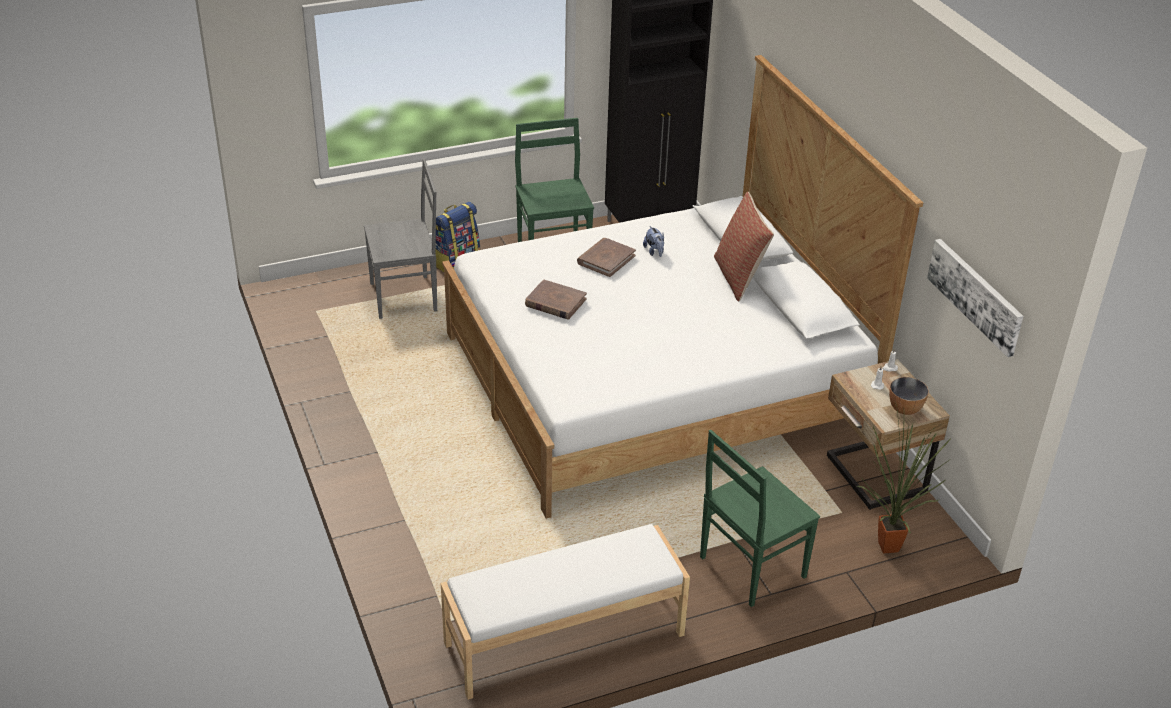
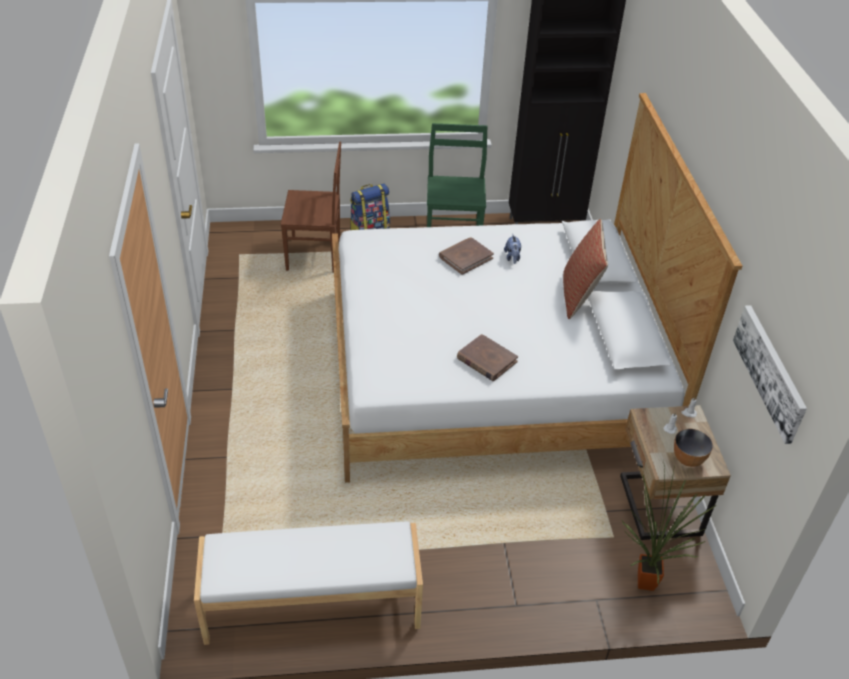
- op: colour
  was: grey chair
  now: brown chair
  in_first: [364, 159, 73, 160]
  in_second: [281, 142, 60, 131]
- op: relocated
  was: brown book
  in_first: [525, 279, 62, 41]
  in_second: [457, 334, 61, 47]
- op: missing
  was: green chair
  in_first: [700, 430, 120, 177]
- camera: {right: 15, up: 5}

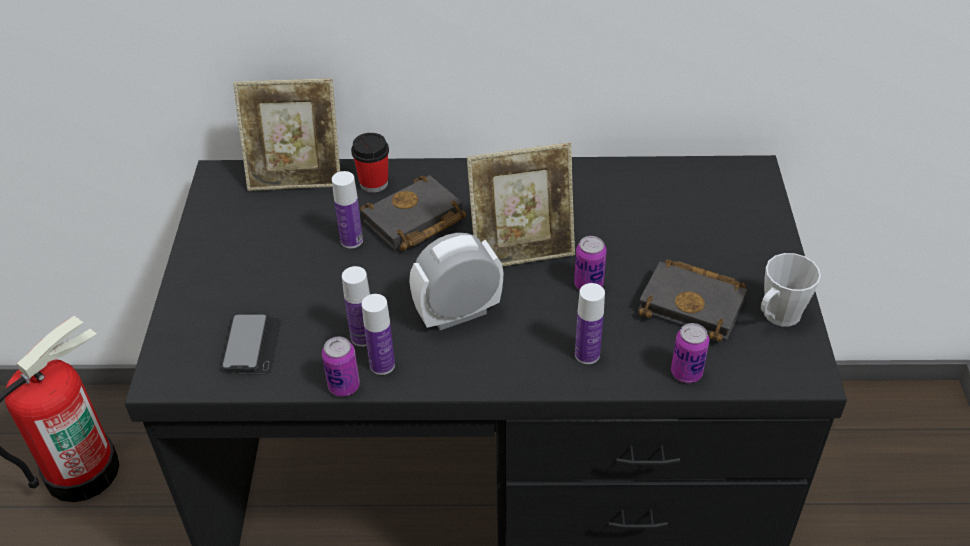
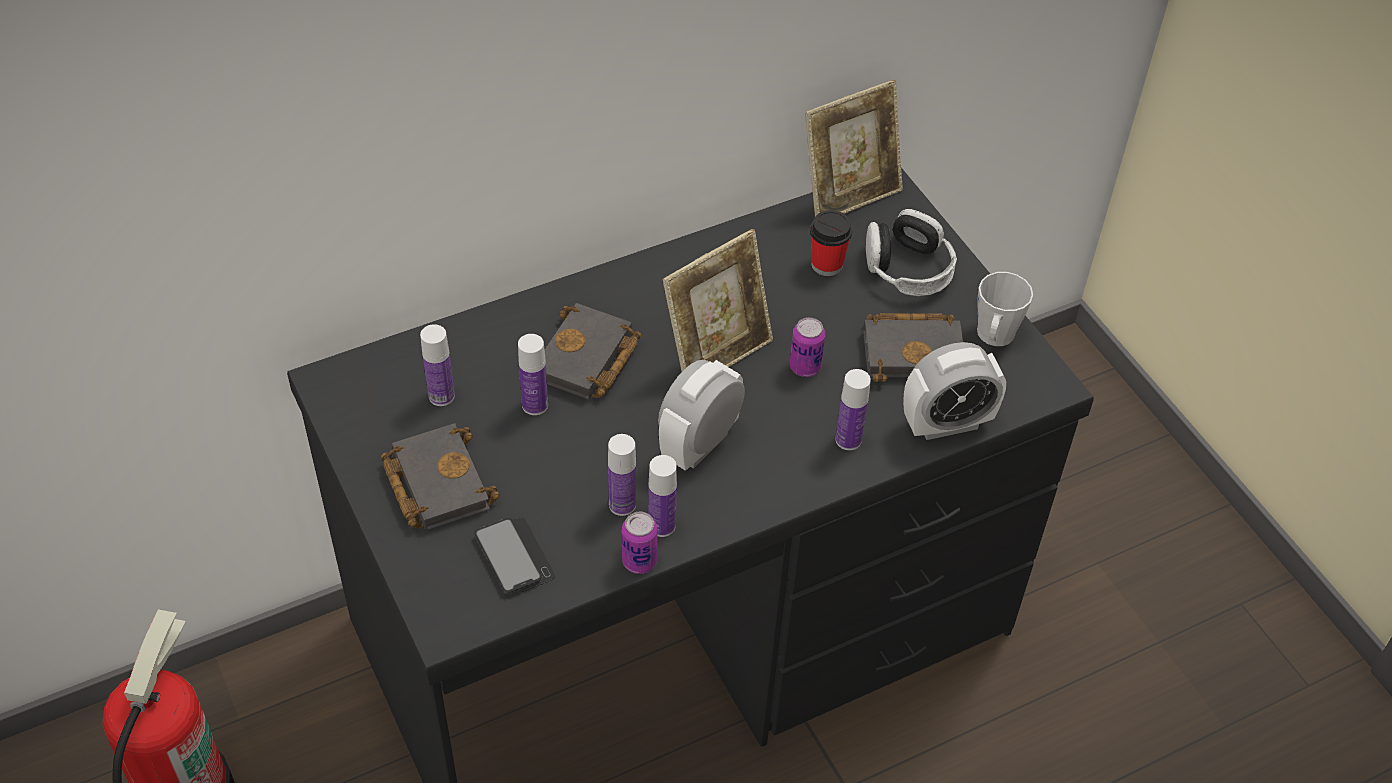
- op: appeared
  now: black book
  in_second: [381, 423, 119, 107]
- op: appeared
  now: bottle
  in_second: [420, 324, 35, 82]
- op: relocated
  was: picture frame
  in_first: [233, 79, 108, 112]
  in_second: [805, 79, 98, 137]
- op: relocated
  was: cup
  in_first: [351, 133, 38, 60]
  in_second: [810, 210, 42, 66]
- op: appeared
  now: headphones
  in_second: [866, 209, 91, 87]
- op: exchanged
  was: can
  now: alarm clock
  in_first: [671, 323, 38, 60]
  in_second: [903, 342, 103, 98]
- camera: {right: -30, up: 5}

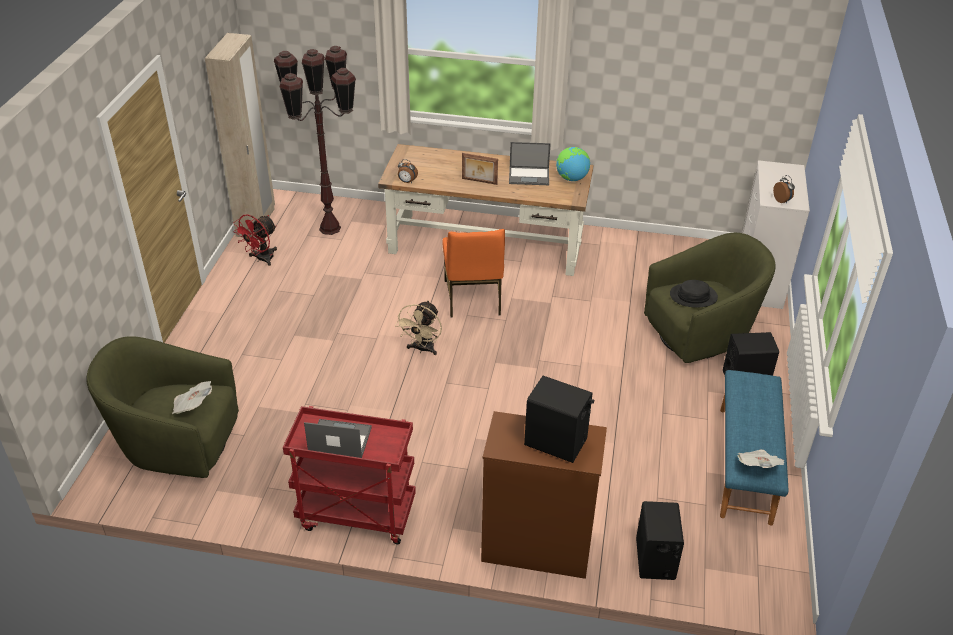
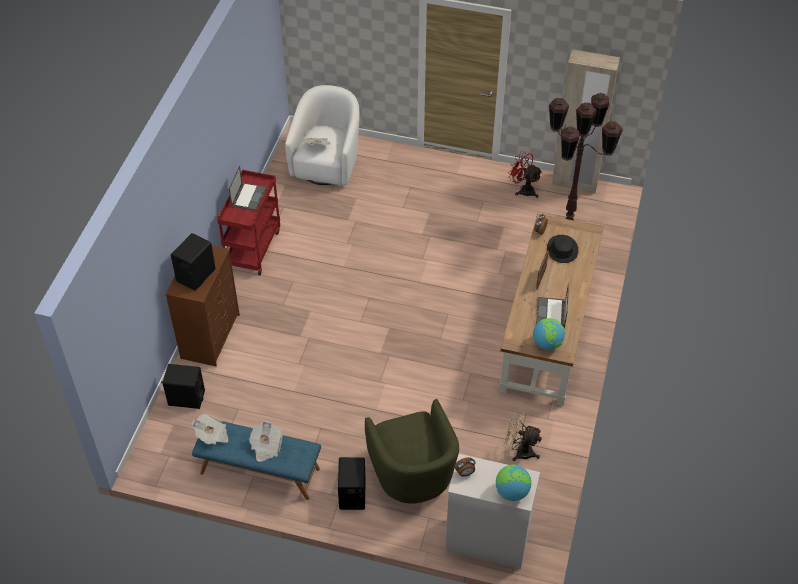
- op: appeared
  now: newspaper
  in_second: [249, 421, 34, 41]
- op: colour
  was: green armchair
  now: white armchair
  in_first: [86, 336, 153, 142]
  in_second: [285, 85, 75, 101]
- op: appeared
  now: globe
  in_second: [496, 465, 35, 36]
- op: relocated
  was: beige fan
  in_first: [395, 300, 47, 55]
  in_second: [503, 410, 39, 51]
- op: relocated
  was: black hat
  in_first: [670, 280, 48, 28]
  in_second: [547, 235, 31, 28]
- op: missing
  was: orange chair
  in_first: [443, 229, 62, 88]
- camera: {right: 95, up: 10}

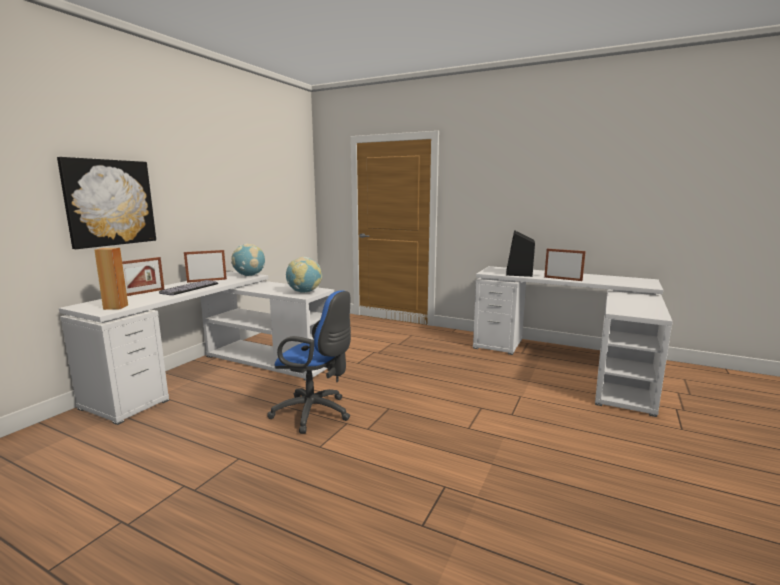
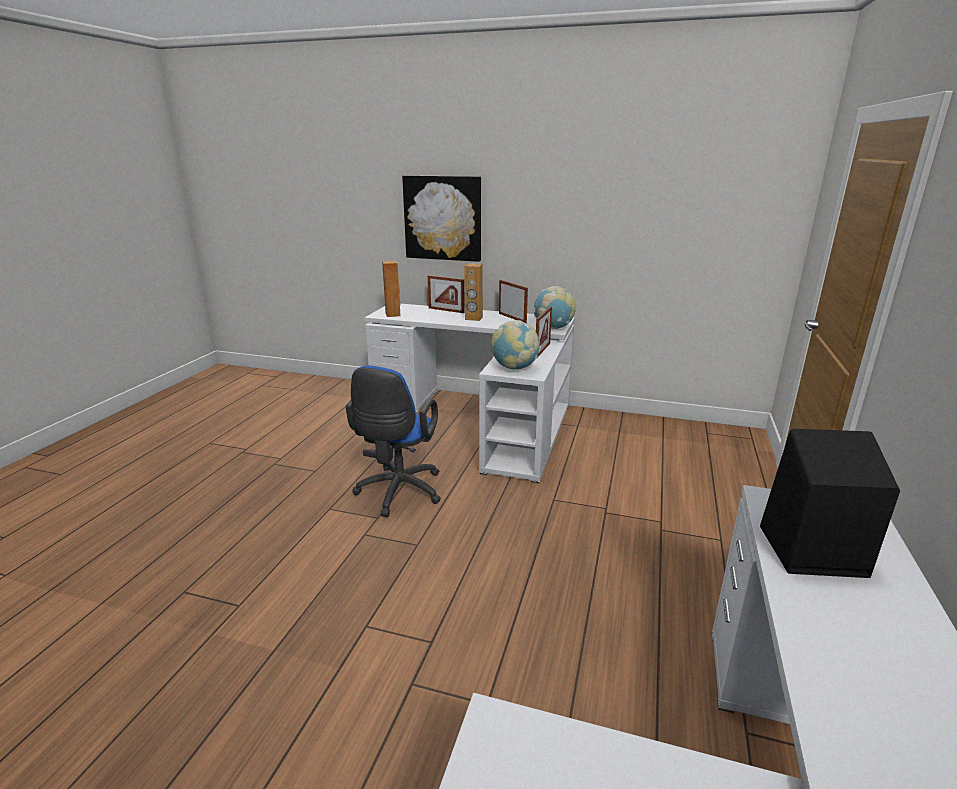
- op: exchanged
  was: keyboard
  now: brown speaker
  in_first: [159, 280, 59, 15]
  in_second: [464, 263, 19, 58]
- op: relocated
  was: picture frame
  in_first: [544, 249, 42, 32]
  in_second: [536, 306, 16, 52]
- camera: {right: 80, up: 10}

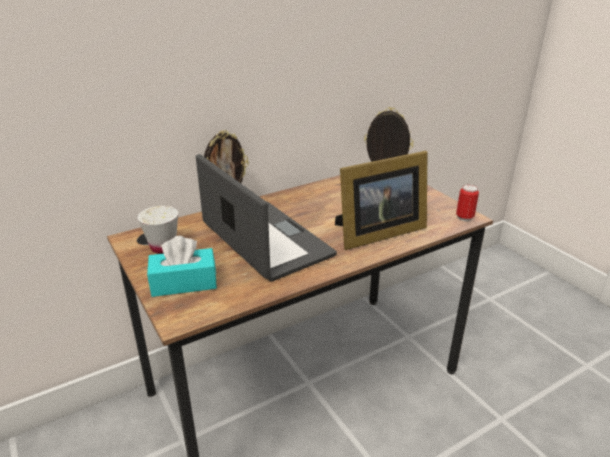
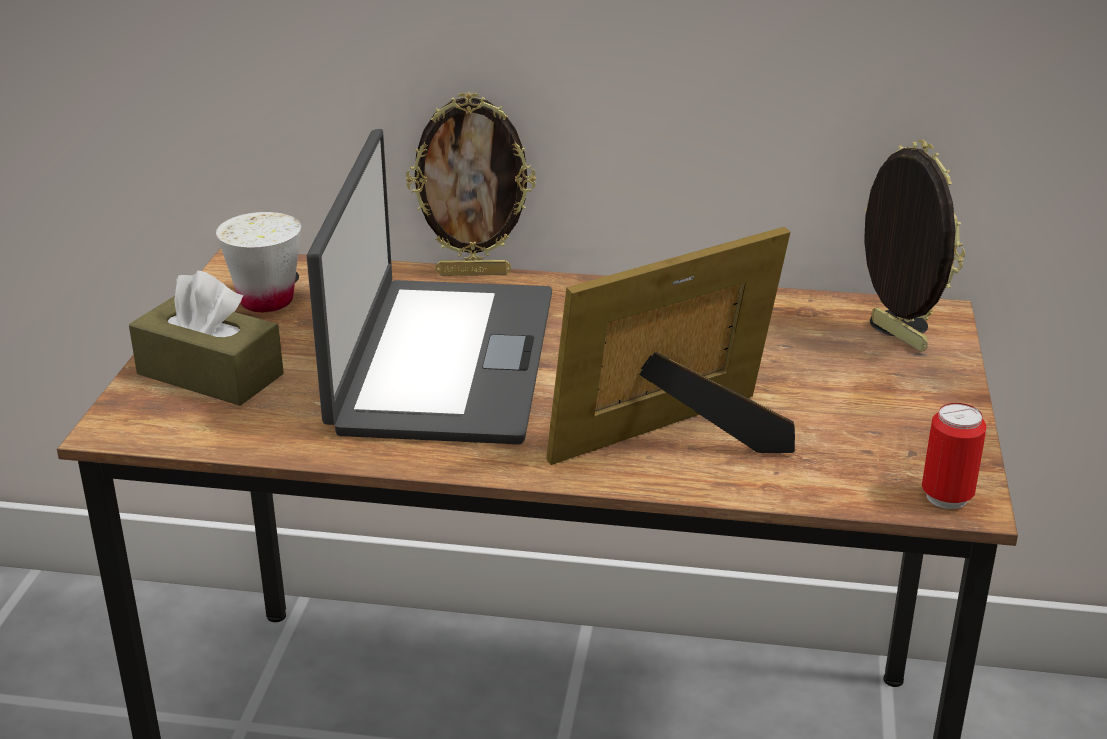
- op: colour
  was: turquoise tissue box
  now: brown tissue box
  in_first: [147, 236, 70, 61]
  in_second: [129, 271, 155, 135]
- op: spun
  was: picture frame
  in_first: [335, 151, 92, 99]
  in_second: [546, 227, 249, 238]
  clockwise: 135
- camera: {right: 40, up: 0}

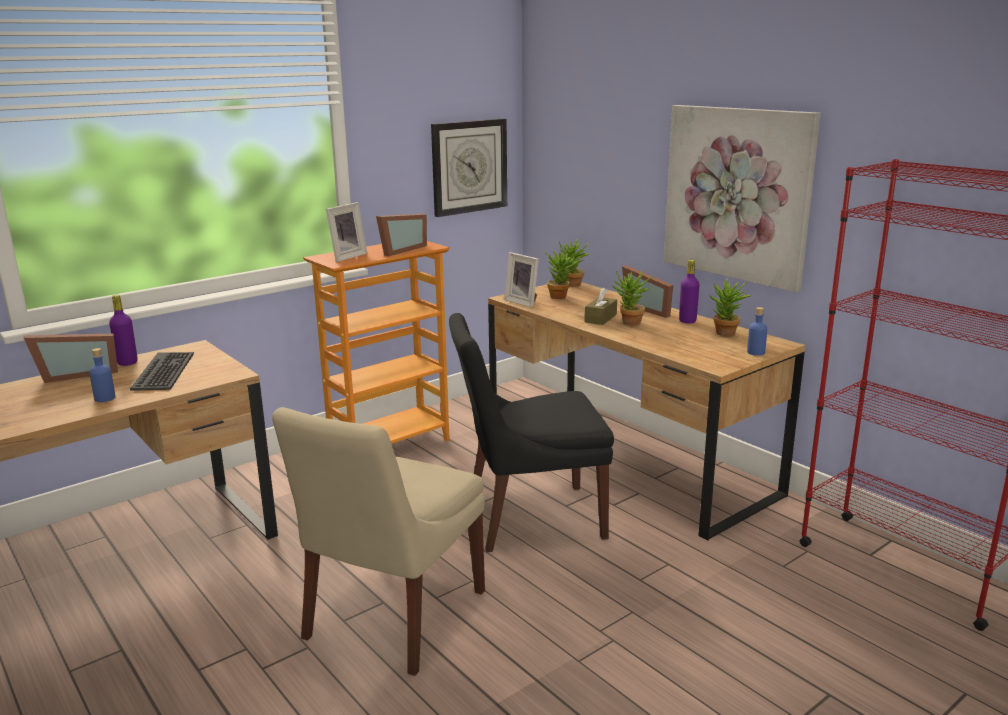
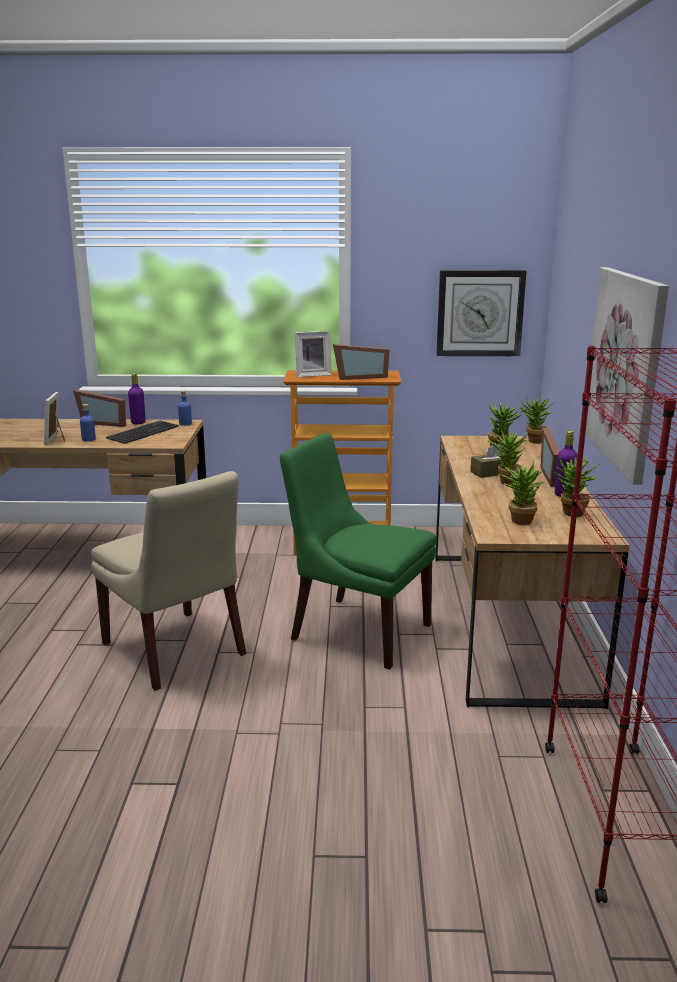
- op: relocated
  was: picture frame
  in_first: [504, 252, 35, 56]
  in_second: [44, 392, 21, 53]
- op: spun
  was: beige chair
  in_first: [272, 407, 213, 269]
  in_second: [91, 471, 155, 220]
  clockwise: -105
- op: relocated
  was: blue bottle
  in_first: [747, 307, 20, 49]
  in_second: [178, 391, 14, 35]
- op: colour
  was: black chair
  now: green chair
  in_first: [449, 313, 165, 239]
  in_second: [280, 433, 156, 237]
- op: appeared
  now: potted plant
  in_second: [498, 460, 47, 65]
- camera: {right: 40, up: 0}

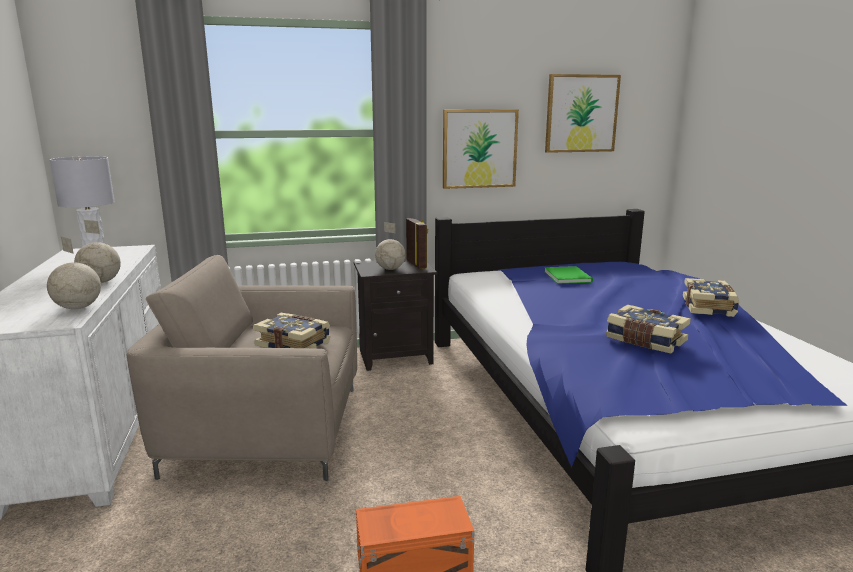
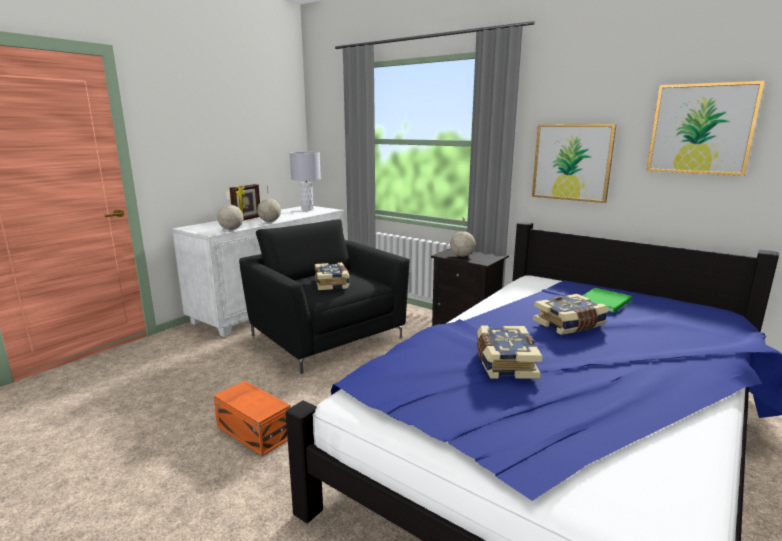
- op: relocated
  was: picture frame
  in_first: [406, 218, 22, 51]
  in_second: [230, 184, 30, 37]
- op: colour
  was: beige armchair
  now: black armchair
  in_first: [127, 255, 230, 226]
  in_second: [239, 219, 171, 155]
- op: relocated
  was: book
  in_first: [683, 278, 56, 39]
  in_second: [533, 294, 75, 41]
- camera: {right: 50, up: 0}

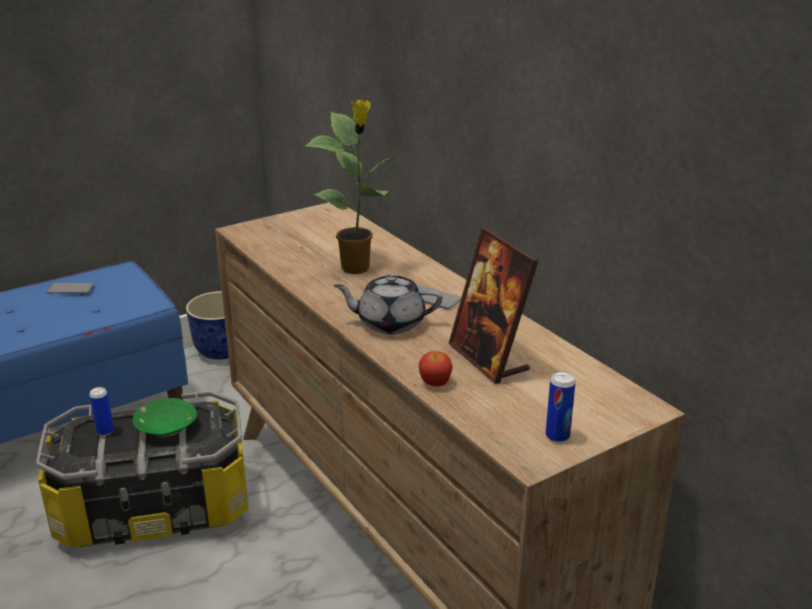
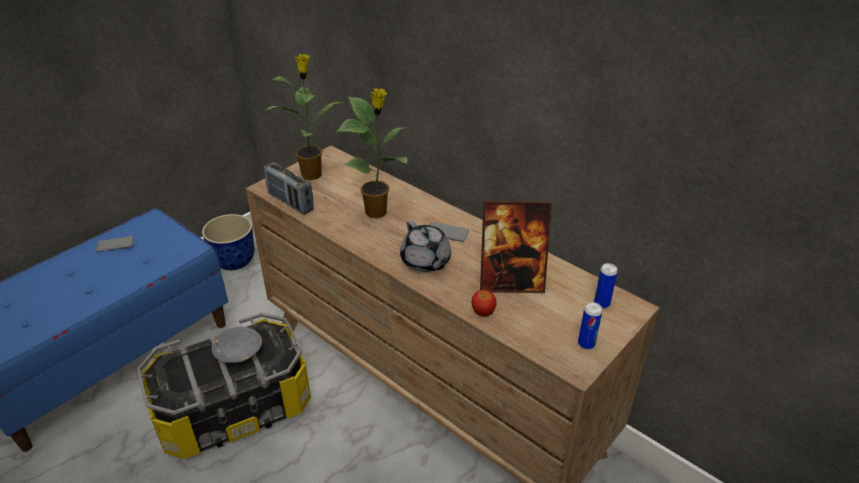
- op: colour
  was: green bowl
  now: grey bowl
  in_first: [133, 398, 64, 40]
  in_second: [212, 327, 50, 36]
- op: appeared
  now: potted plant
  in_second: [264, 54, 78, 126]
- op: appeared
  now: radio
  in_second: [264, 162, 50, 52]
- op: spun
  was: grey teapot
  in_first: [333, 275, 109, 59]
  in_second: [400, 220, 51, 52]
  clockwise: -105
- op: spun
  was: picture frame
  in_first: [448, 228, 90, 155]
  in_second: [480, 201, 72, 92]
  clockwise: -45
- op: relocated
  was: can
  in_first: [89, 387, 25, 49]
  in_second: [594, 263, 24, 46]
- camera: {right: -15, up: 10}

